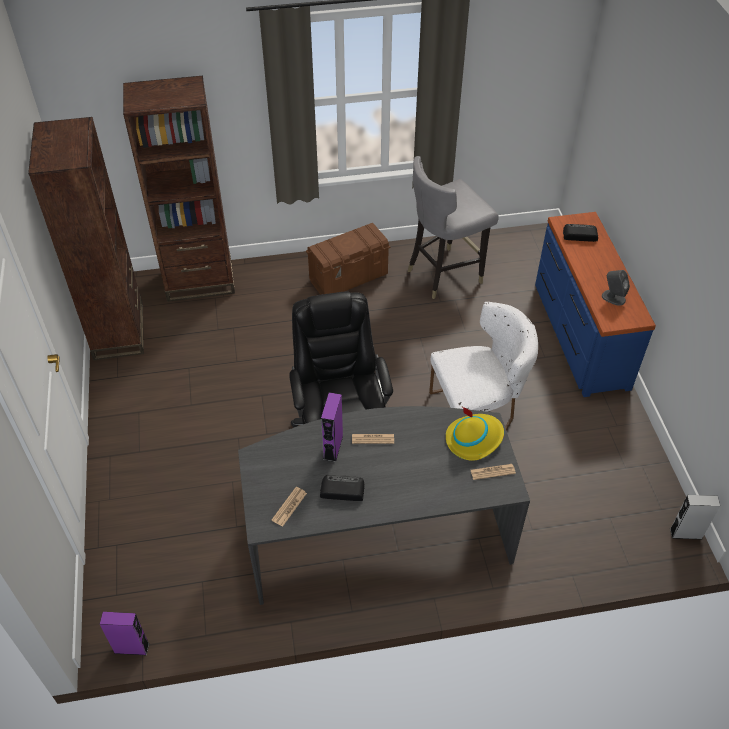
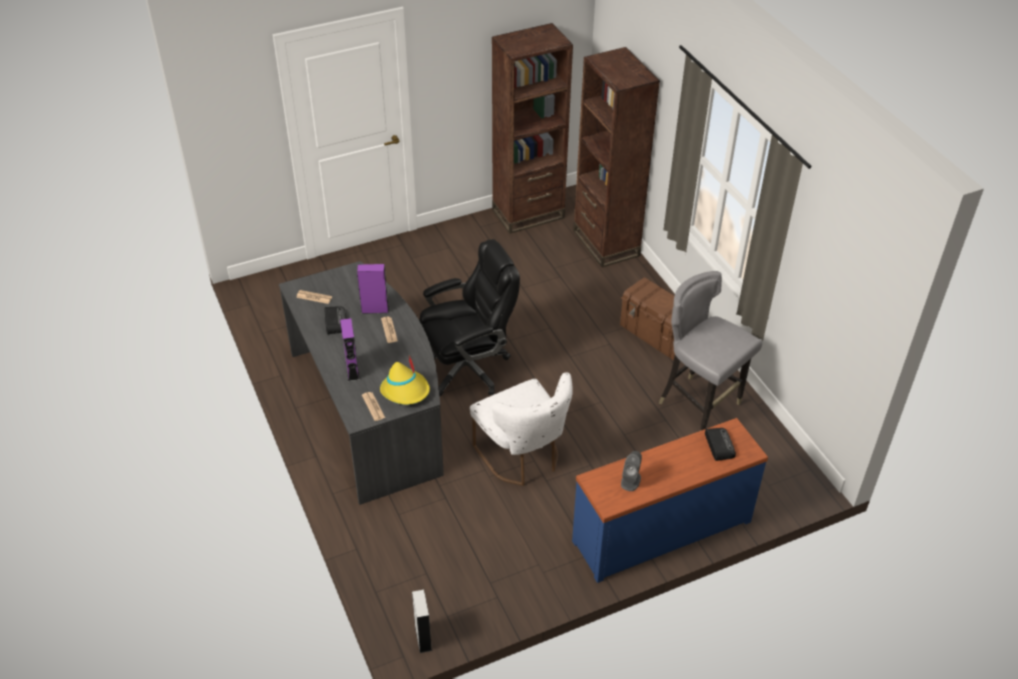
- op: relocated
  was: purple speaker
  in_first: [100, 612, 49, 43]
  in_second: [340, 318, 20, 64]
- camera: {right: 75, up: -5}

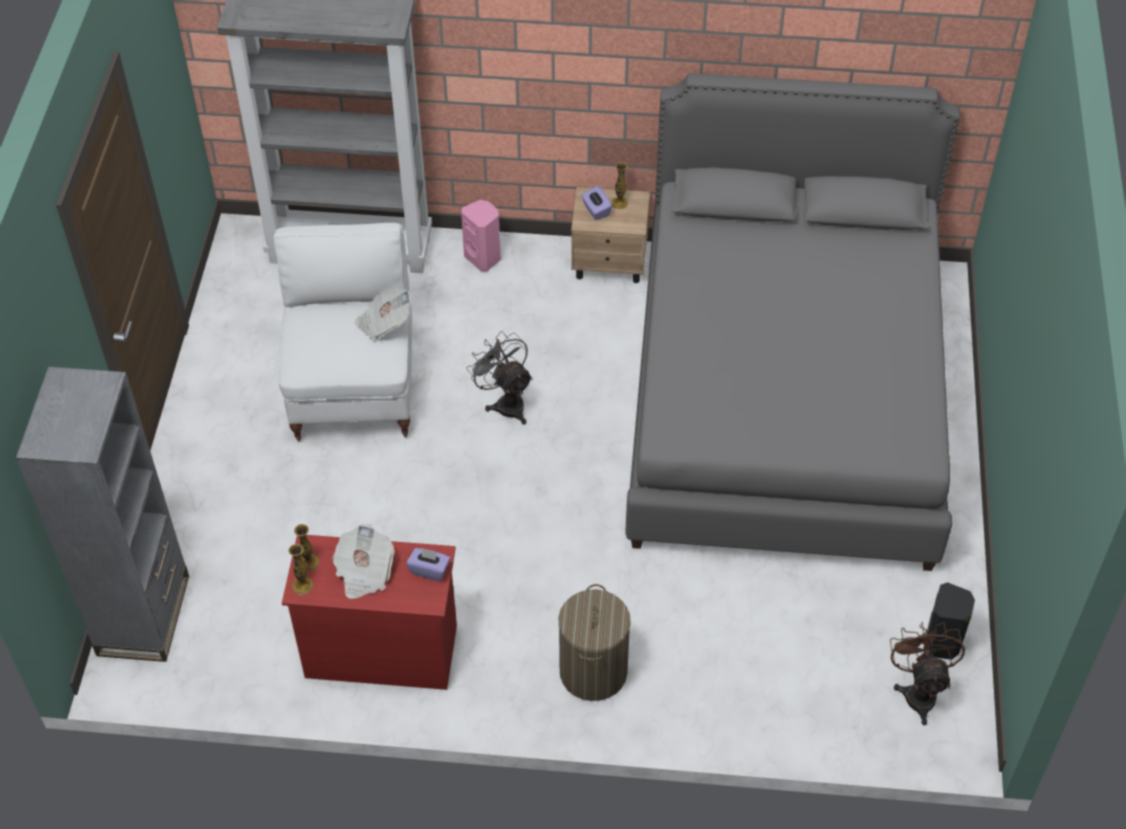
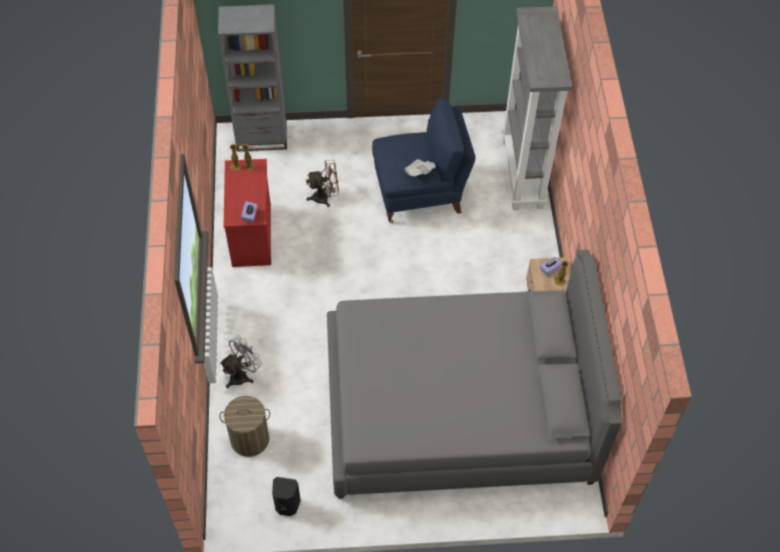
- op: relocated
  was: laundry basket
  in_first: [559, 584, 72, 117]
  in_second: [219, 396, 51, 61]
- op: relocated
  was: grey fan
  in_first: [466, 331, 67, 94]
  in_second: [220, 335, 42, 54]
- op: relocated
  was: brown fan
  in_first: [890, 622, 75, 103]
  in_second: [306, 160, 33, 47]
- op: colour
  was: white armchair
  now: blue armchair
  in_first: [273, 223, 139, 218]
  in_second: [372, 98, 104, 125]
- op: missing
  was: newspaper
  in_first: [332, 524, 63, 75]
- op: missing
  was: pink speaker
  in_first: [461, 200, 40, 71]
- camera: {right: 80, up: 5}

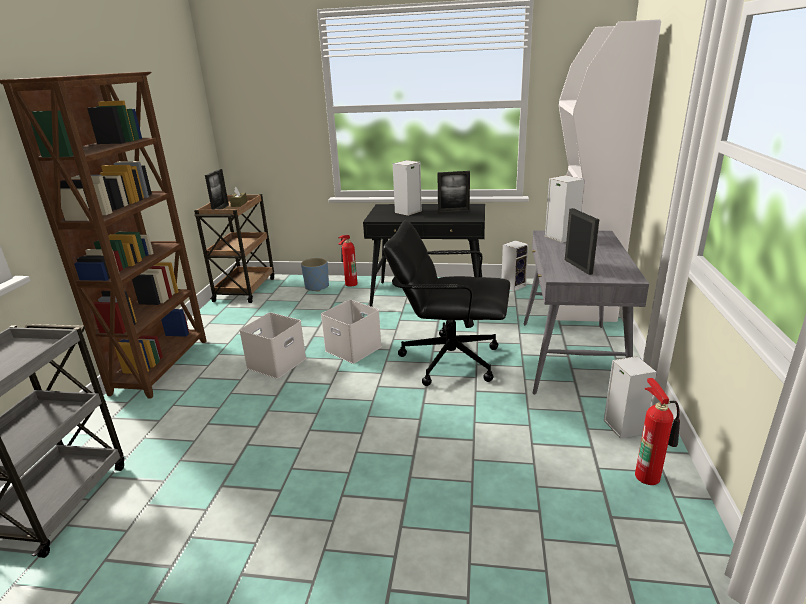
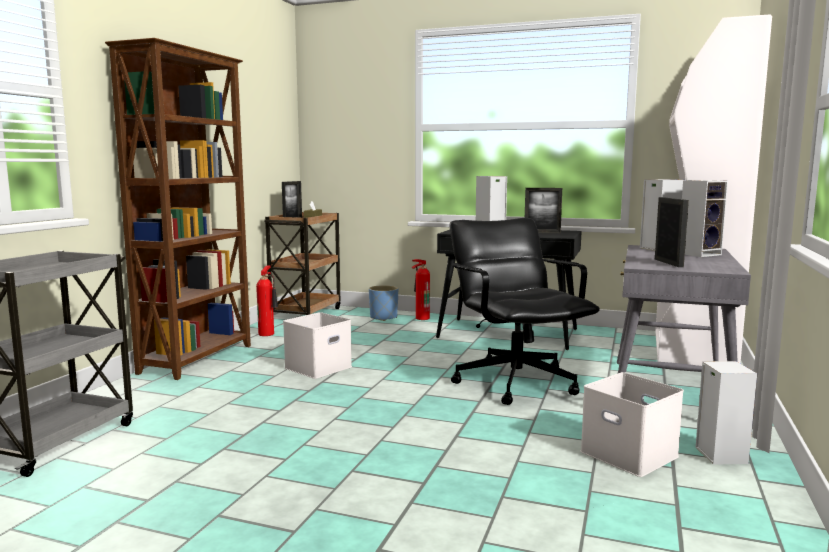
- op: relocated
  was: fire extinguisher
  in_first: [635, 378, 45, 107]
  in_second: [256, 265, 22, 71]
- op: spun
  was: black office chair
  in_first: [383, 220, 127, 166]
  in_second: [450, 218, 150, 187]
  clockwise: 45
- op: relocated
  was: white storage box
  in_first: [321, 300, 61, 64]
  in_second: [580, 372, 104, 105]
- op: relocated
  was: speaker
  in_first: [502, 240, 27, 51]
  in_second: [682, 180, 46, 77]
- camera: {right: 10, up: -15}

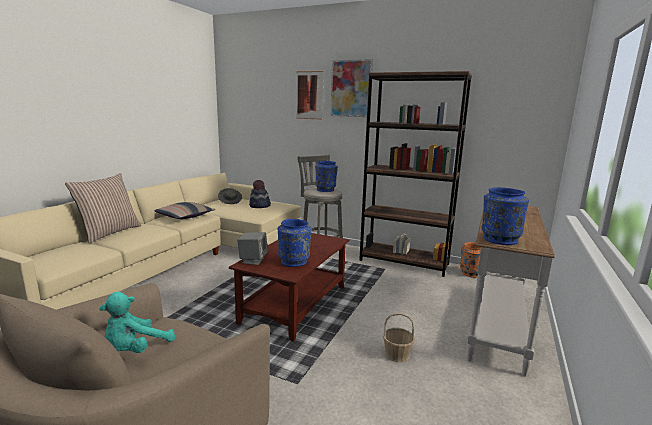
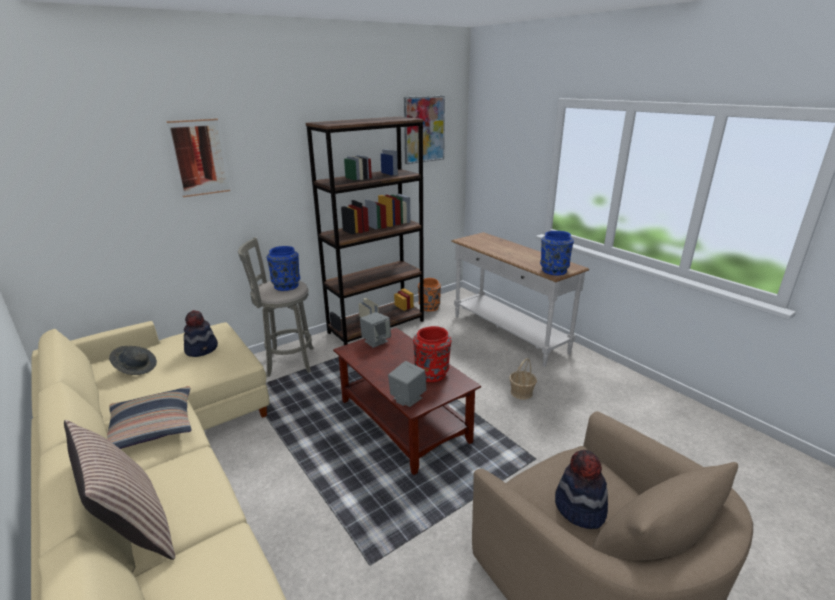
- op: appeared
  now: grey speaker
  in_second: [360, 312, 31, 36]
- op: relocated
  was: picture
  in_first: [330, 59, 43, 58]
  in_second: [404, 96, 41, 68]
- op: colour
  was: blue vase
  now: red vase
  in_first: [278, 219, 34, 48]
  in_second: [413, 326, 38, 56]
- op: exchanged
  was: turquoise plush toy
  now: hat
  in_first: [99, 292, 76, 61]
  in_second: [555, 450, 53, 79]
- camera: {right: -60, up: 10}

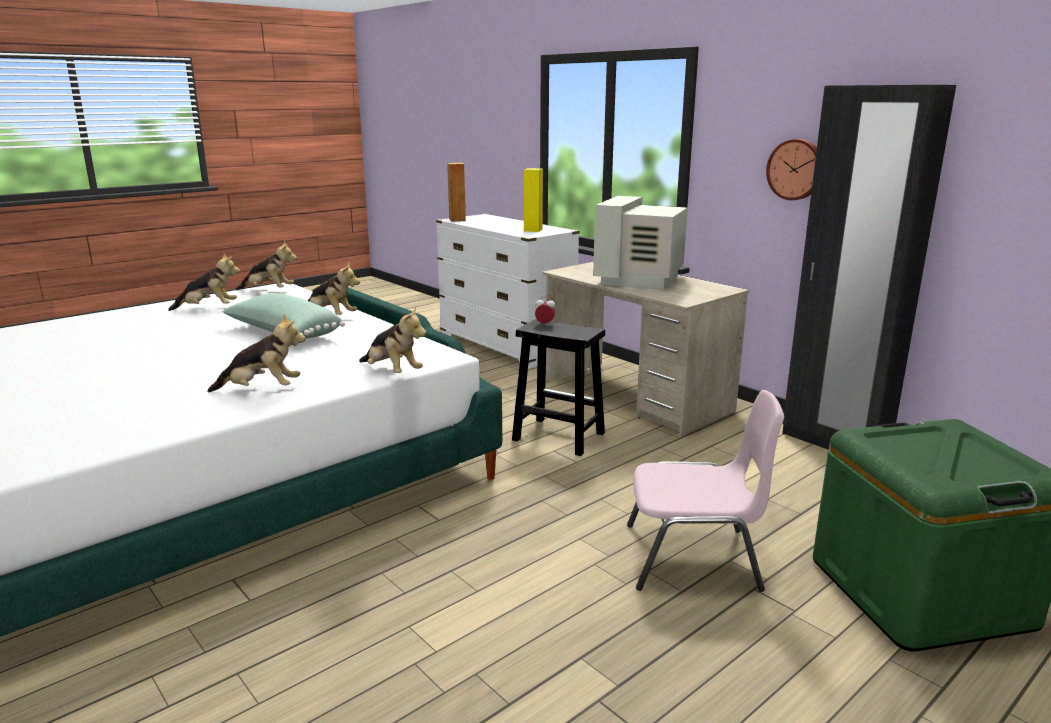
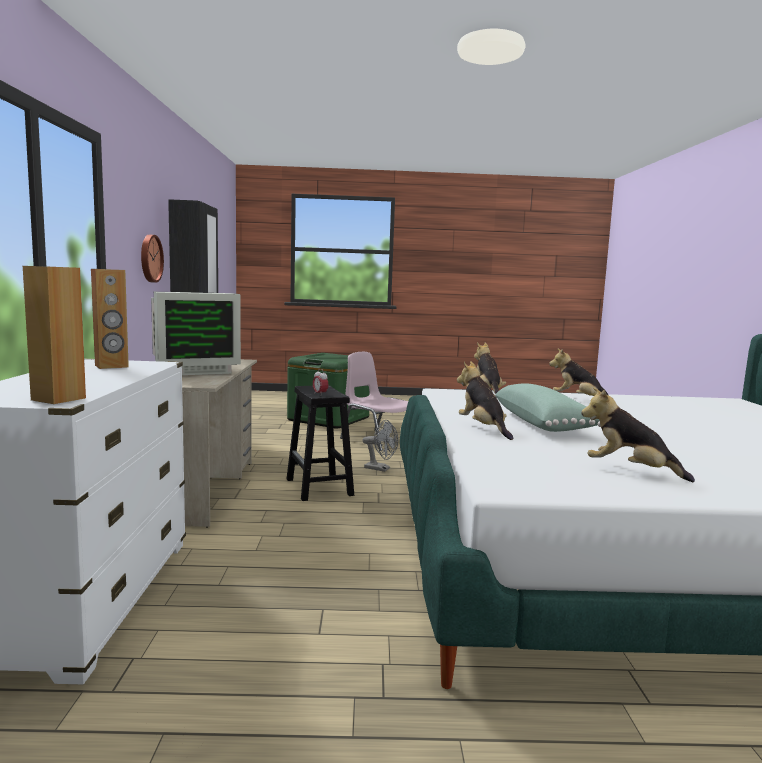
- op: colour
  was: yellow speaker
  now: brown speaker
  in_first: [524, 168, 19, 64]
  in_second: [91, 269, 38, 100]
- op: appeared
  now: grey fan
  in_second: [363, 420, 35, 52]
- op: missing
  was: plush toy
  in_first: [235, 241, 62, 49]
- camera: {right: -140, up: -10}

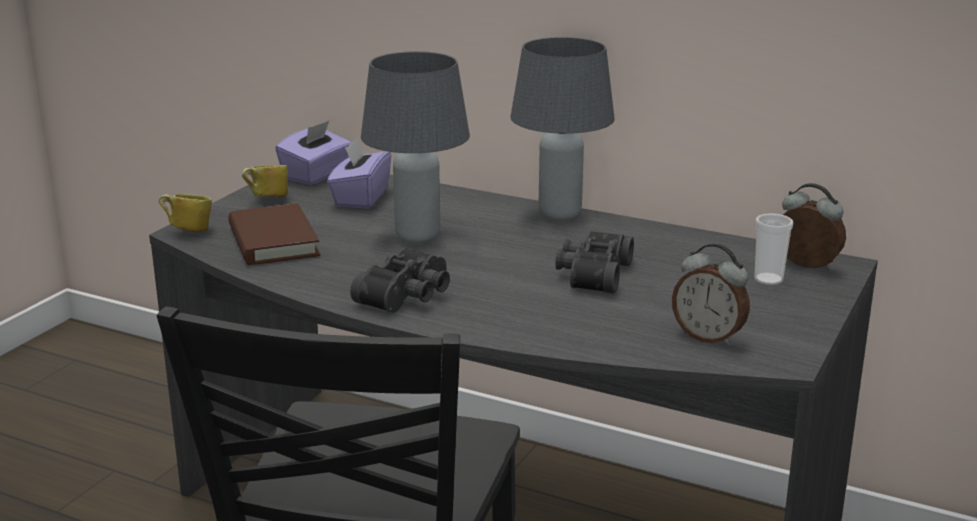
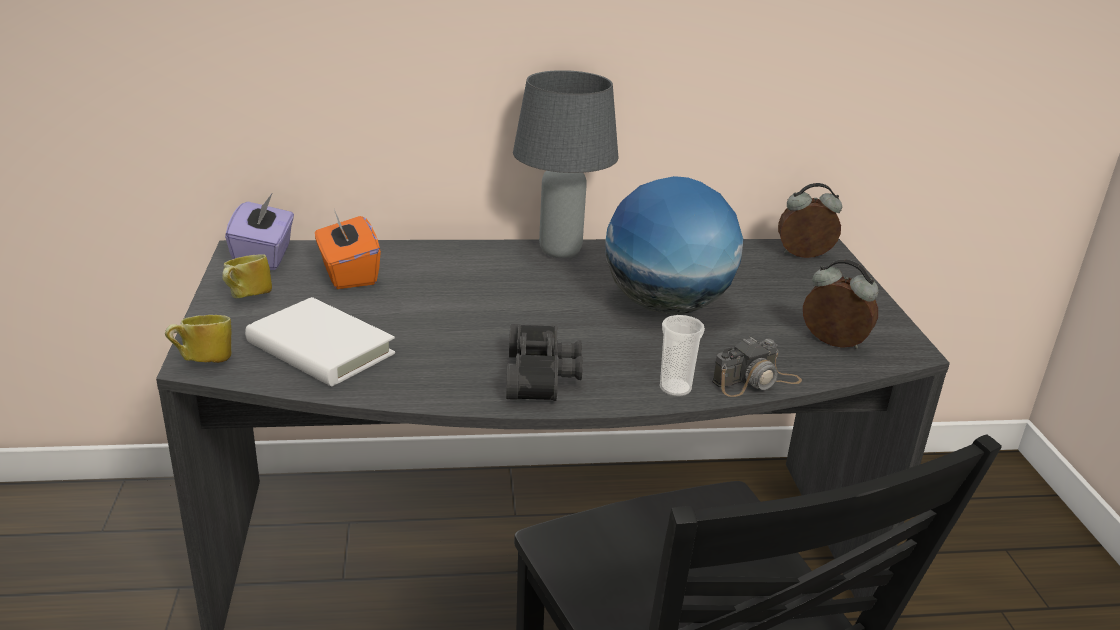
- op: colour
  was: brown book
  now: white book
  in_first: [229, 203, 91, 62]
  in_second: [245, 297, 150, 89]
- op: colour
  was: purple tissue box
  now: orange tissue box
  in_first: [327, 138, 64, 71]
  in_second: [315, 209, 66, 80]
- op: exchanged
  was: black binoculars
  now: globe
  in_first: [555, 231, 79, 62]
  in_second: [605, 176, 138, 139]
- op: relocated
  was: cup
  in_first: [754, 213, 39, 72]
  in_second: [660, 315, 45, 81]
- op: appeared
  now: photo camera
  in_second: [712, 337, 90, 60]
- op: spun
  was: alarm clock
  in_first: [672, 243, 78, 103]
  in_second: [803, 259, 76, 90]
  clockwise: -150
- op: missing
  was: grey table lamp
  in_first: [361, 51, 109, 193]
- camera: {right: -35, up: 5}

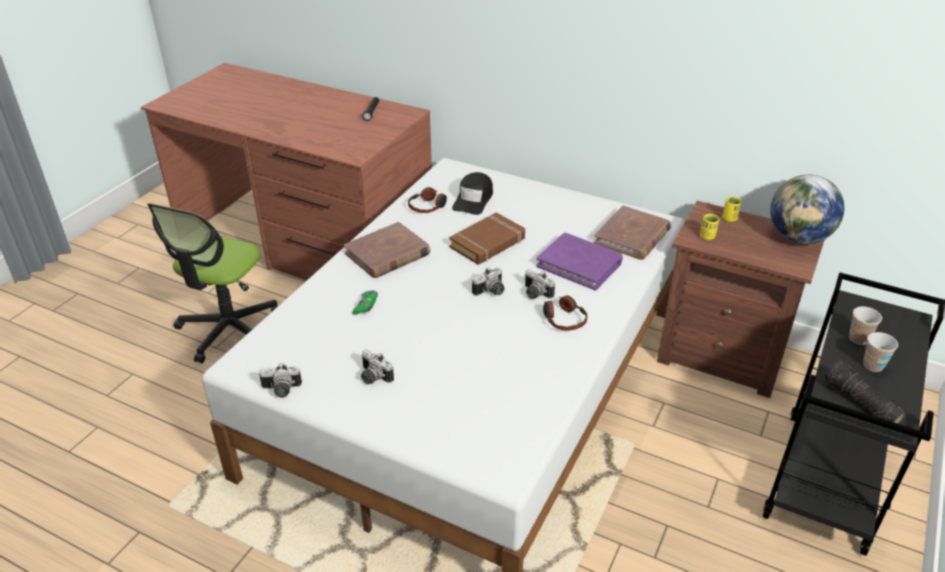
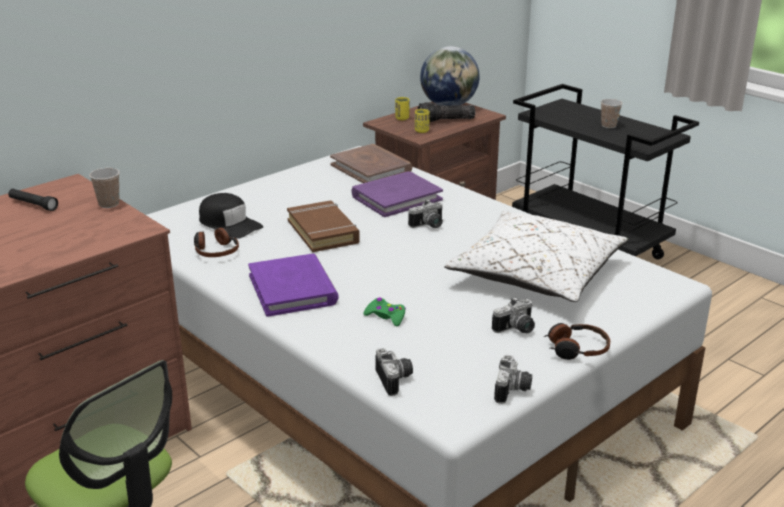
- op: relocated
  was: cup
  in_first: [849, 306, 33, 39]
  in_second: [89, 168, 31, 40]
- op: colour
  was: brown book
  now: purple book
  in_first: [344, 222, 86, 56]
  in_second: [248, 254, 91, 63]
- op: relocated
  was: photo camera
  in_first: [472, 267, 33, 29]
  in_second: [375, 348, 38, 48]
- op: relocated
  was: flashlight
  in_first: [824, 360, 81, 64]
  in_second: [418, 102, 57, 20]
- op: appeared
  now: white pillow
  in_second: [444, 211, 184, 91]
- op: relocated
  was: headphones
  in_first: [543, 295, 44, 36]
  in_second: [544, 323, 66, 37]
- camera: {right: -70, up: -10}

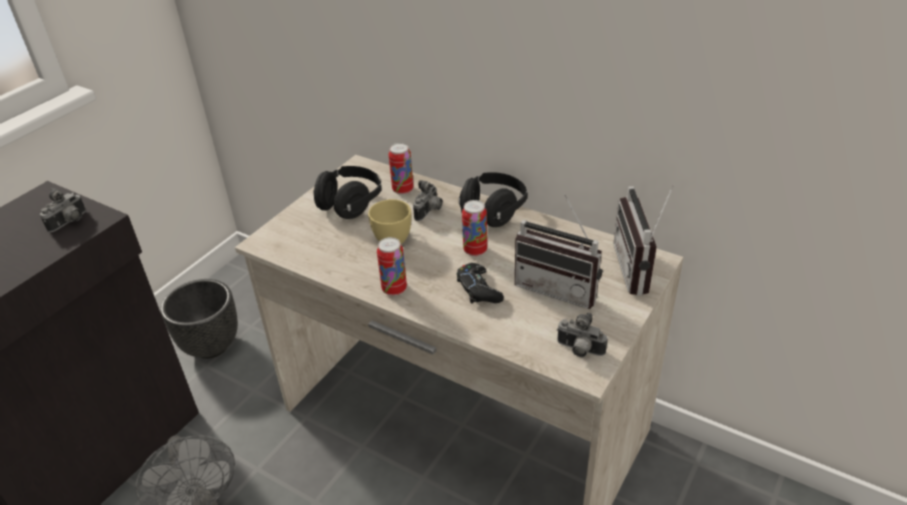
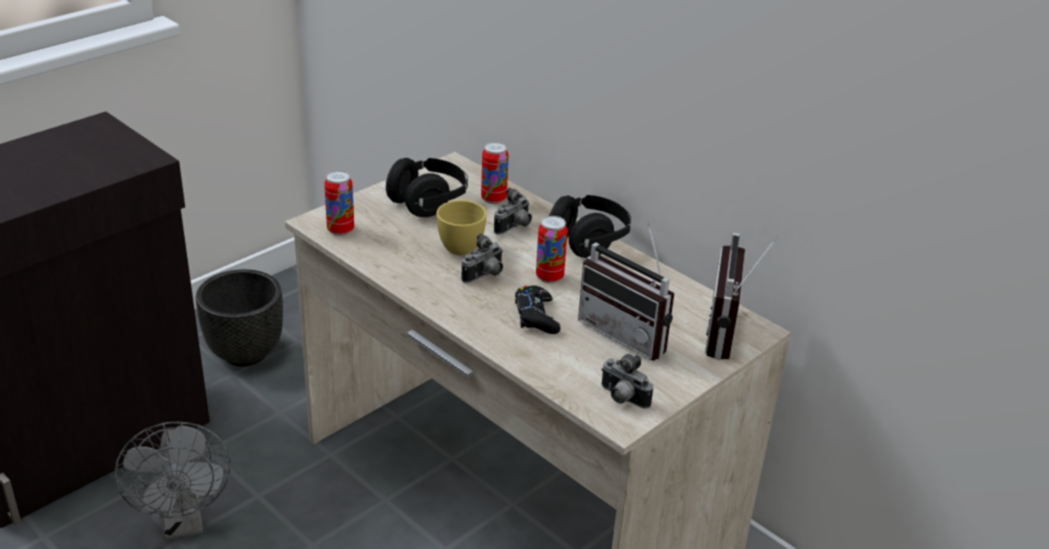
- op: relocated
  was: can
  in_first: [377, 237, 30, 59]
  in_second: [324, 170, 30, 66]
- op: relocated
  was: photo camera
  in_first: [40, 188, 46, 44]
  in_second: [461, 233, 42, 50]
- camera: {right: 10, up: -5}

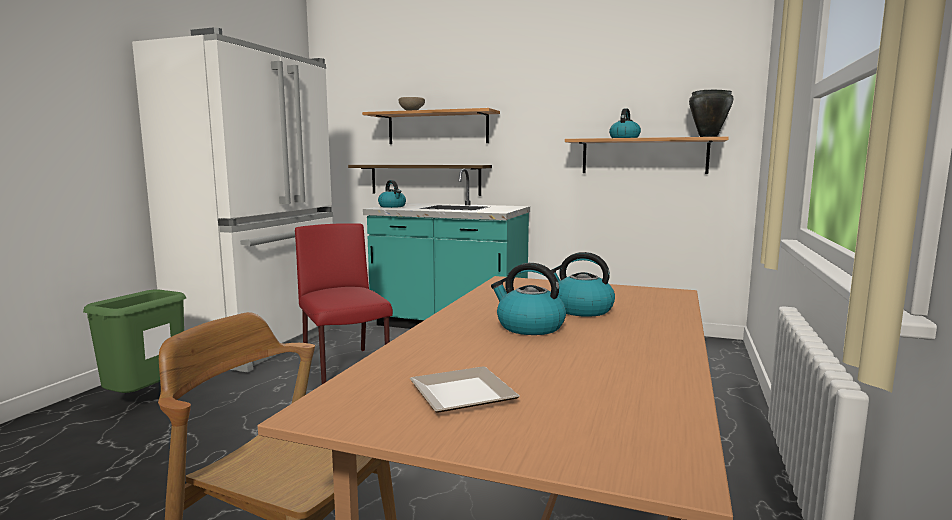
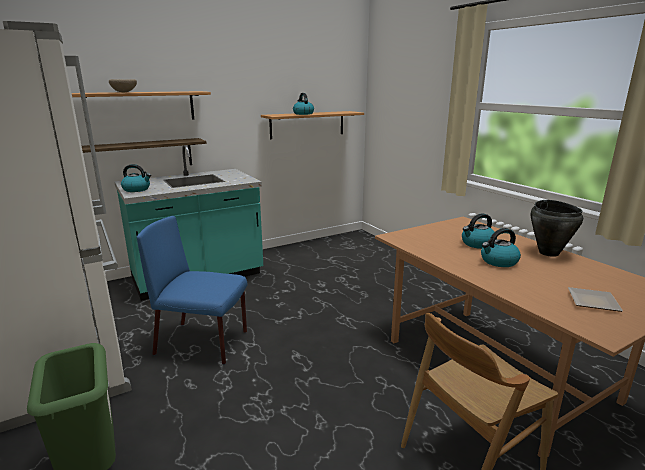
- op: colour
  was: red chair
  now: blue chair
  in_first: [295, 223, 98, 161]
  in_second: [137, 216, 111, 149]
- op: relocated
  was: black cooking pot
  in_first: [689, 90, 45, 47]
  in_second: [531, 200, 52, 57]
- camera: {right: -50, up: 10}

